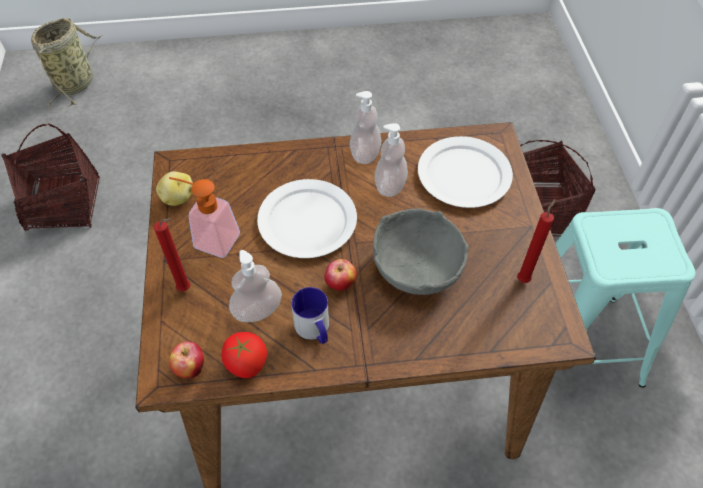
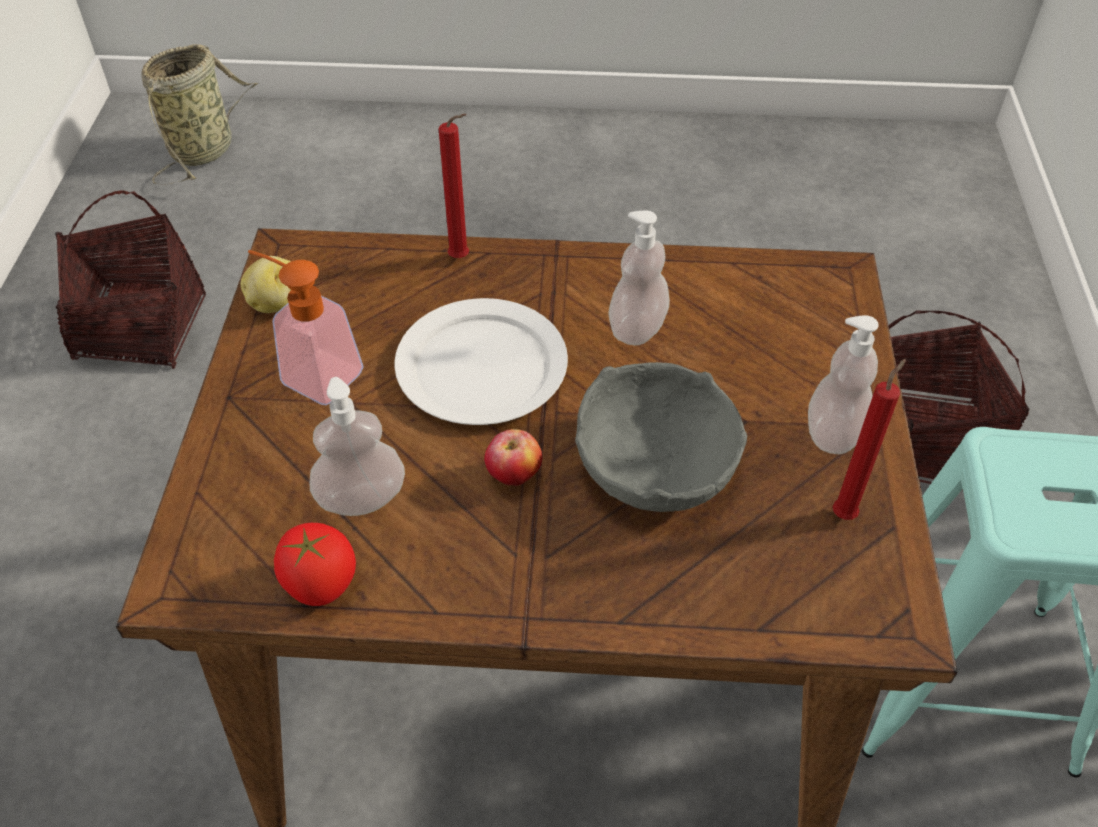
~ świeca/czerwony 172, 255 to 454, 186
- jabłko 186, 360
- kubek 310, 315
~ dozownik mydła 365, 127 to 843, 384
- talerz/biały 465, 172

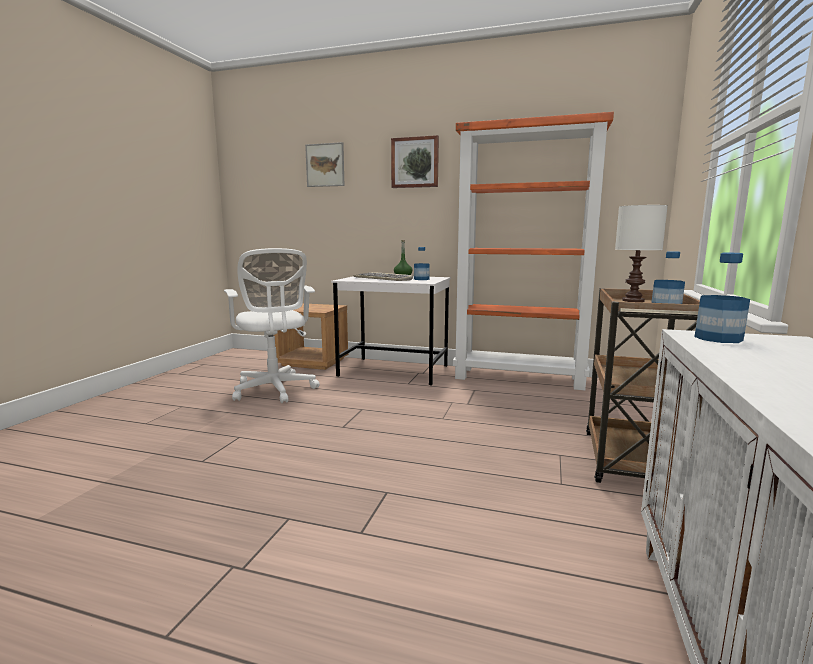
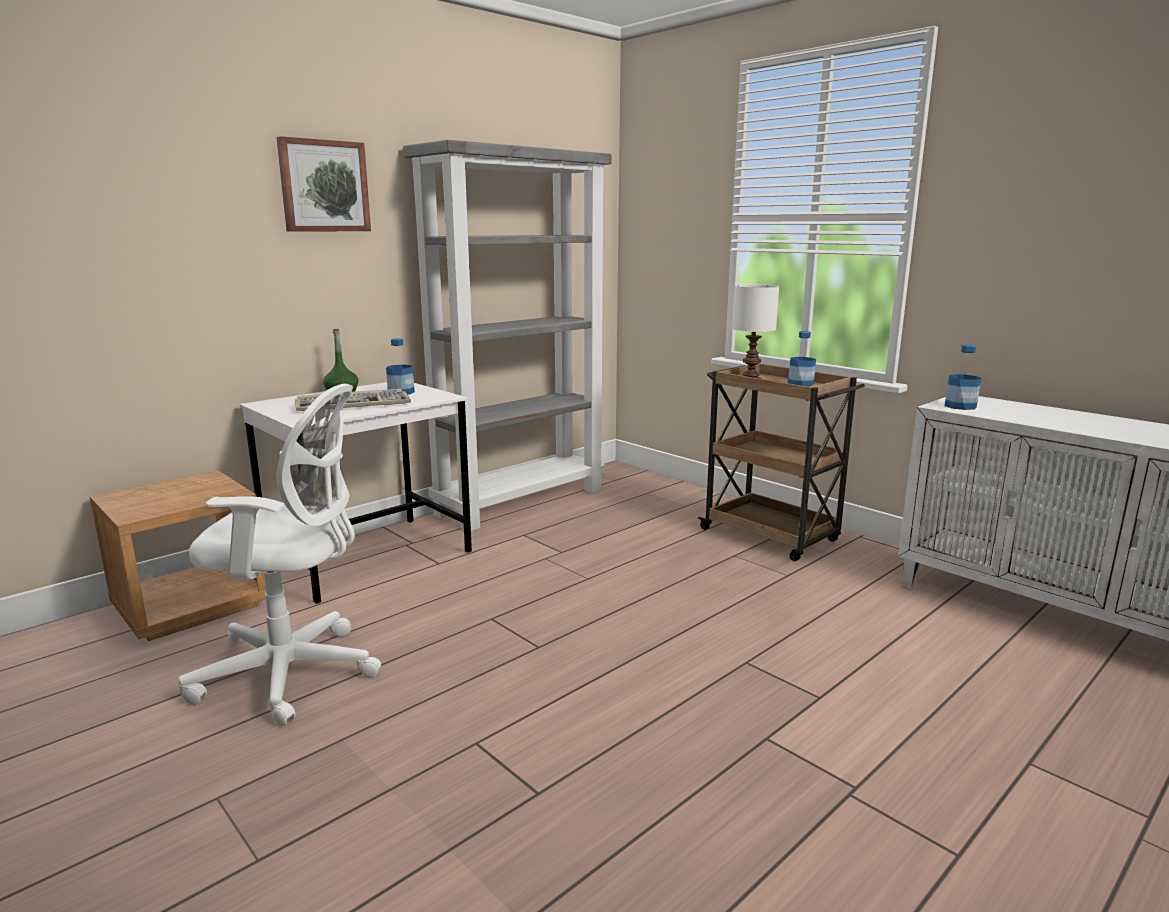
- obraz 325, 164
~ regał/pomarańczowy 533, 251 to regał/szary 507, 335

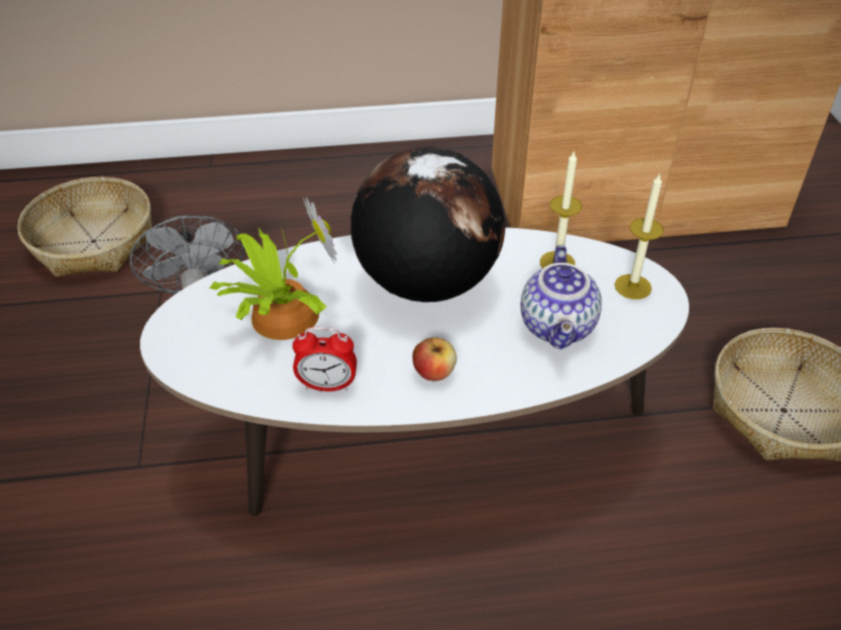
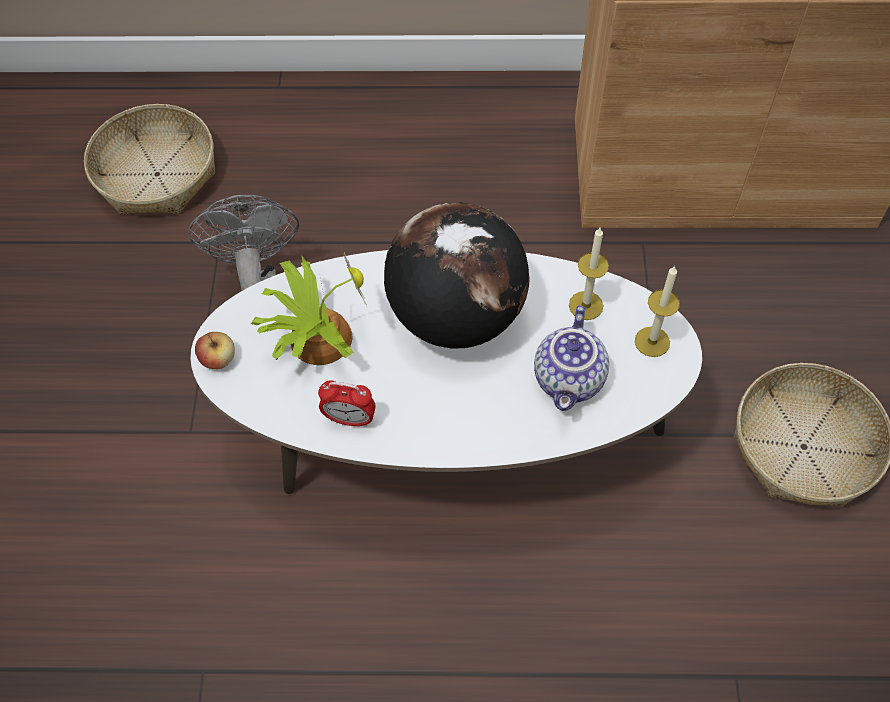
~ jabłko 434, 359 to 215, 350

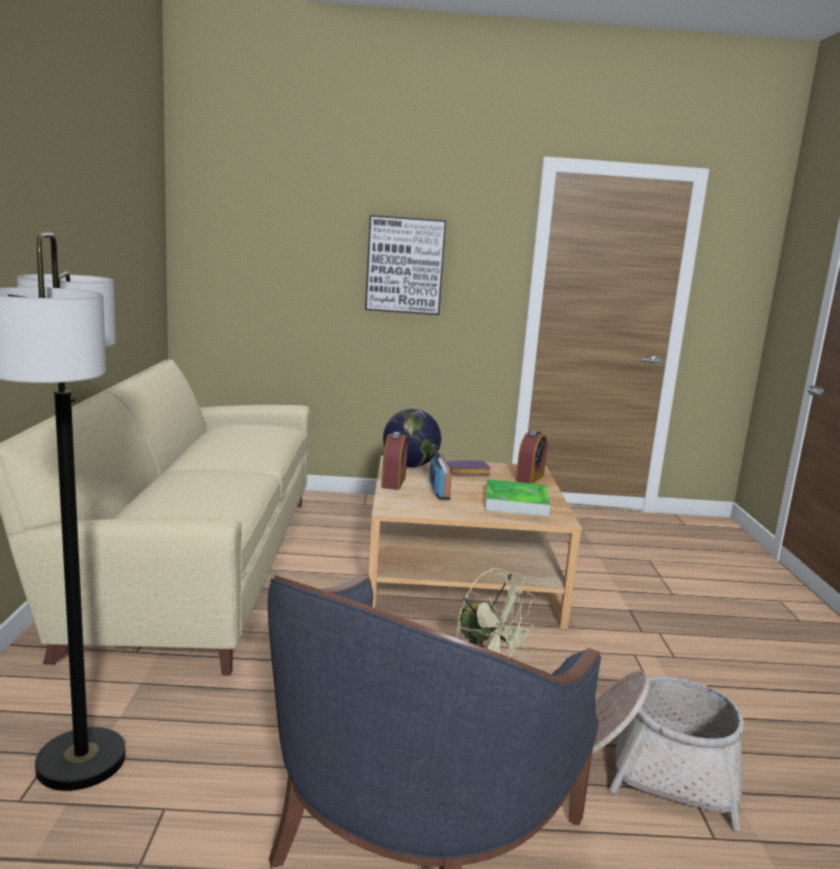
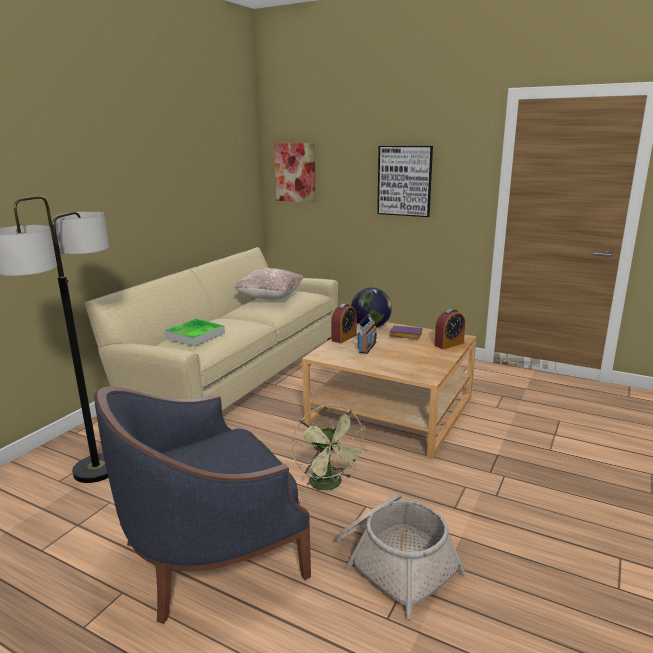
~ taca 517, 498 to 194, 332
+ poduszka/beżowy 268, 284
+ obraz 295, 173

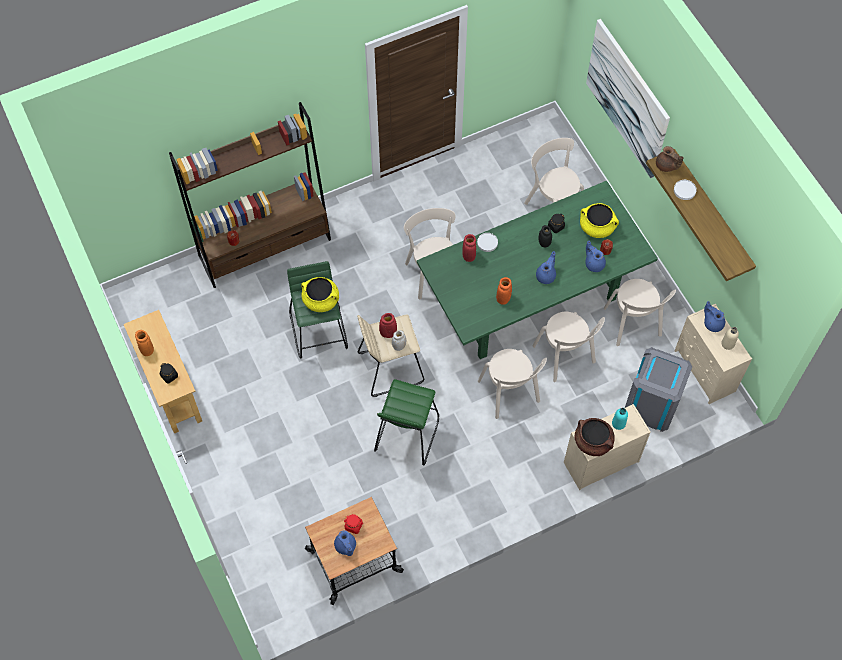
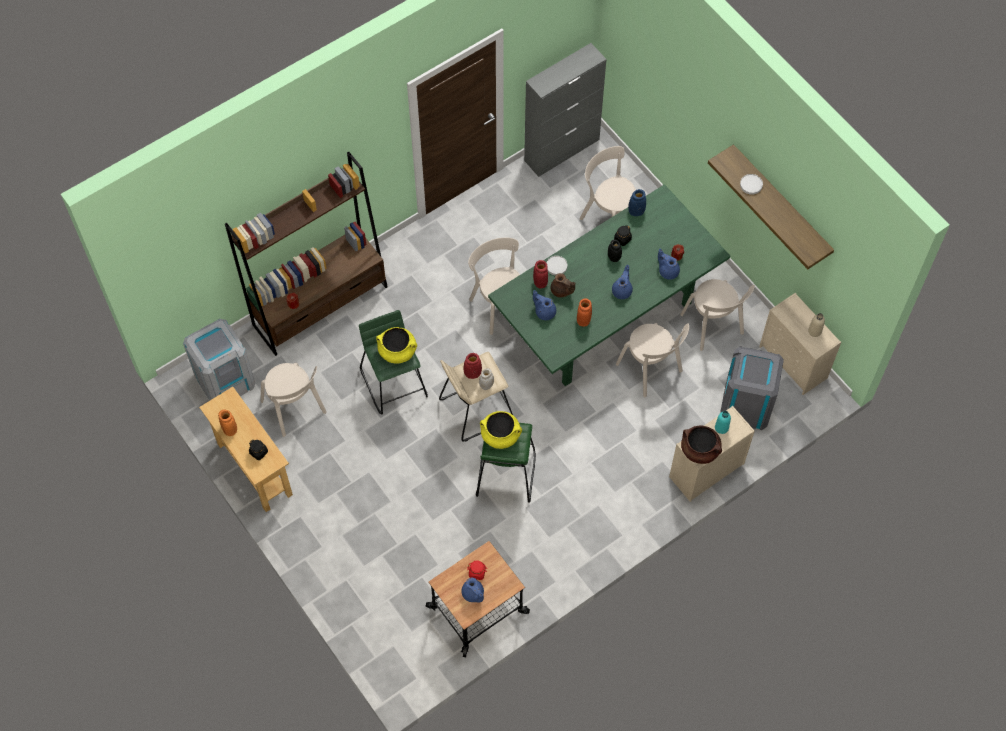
~ krzesło/beżowy 512, 384 to 294, 399
~ garnek/żółty 599, 220 to 501, 430
- obraz 628, 98
~ imbryk/brązowy 670, 159 to 563, 285
~ imbryk/niebieski 714, 316 to 544, 305
+ kosz na śmieci/szary 219, 359
+ szafka/szary 565, 110
+ wazon/niebieski 637, 202

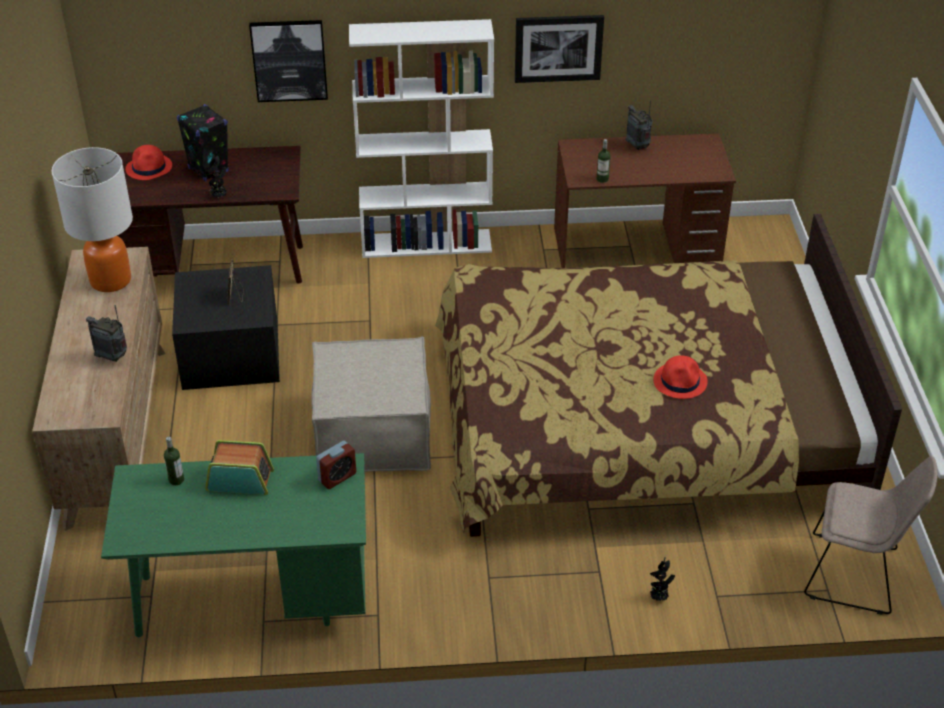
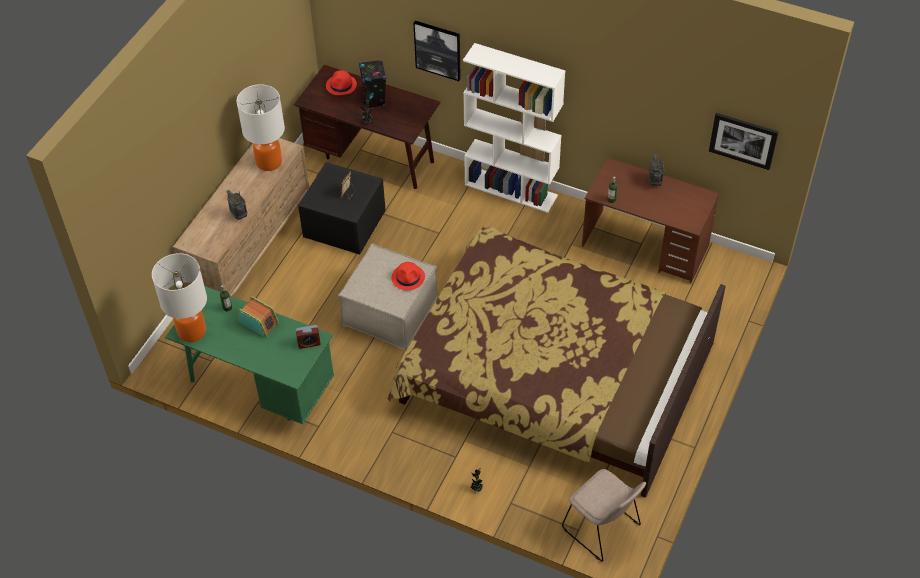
~ obraz 559, 49 to 743, 141
~ kapelusz/czerwony 681, 377 to 408, 276
+ lampa stołowa 179, 297

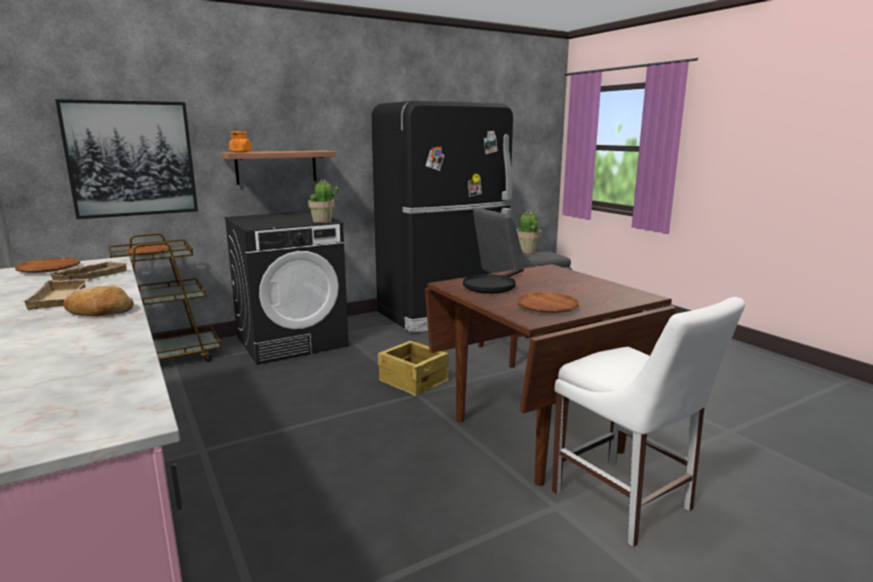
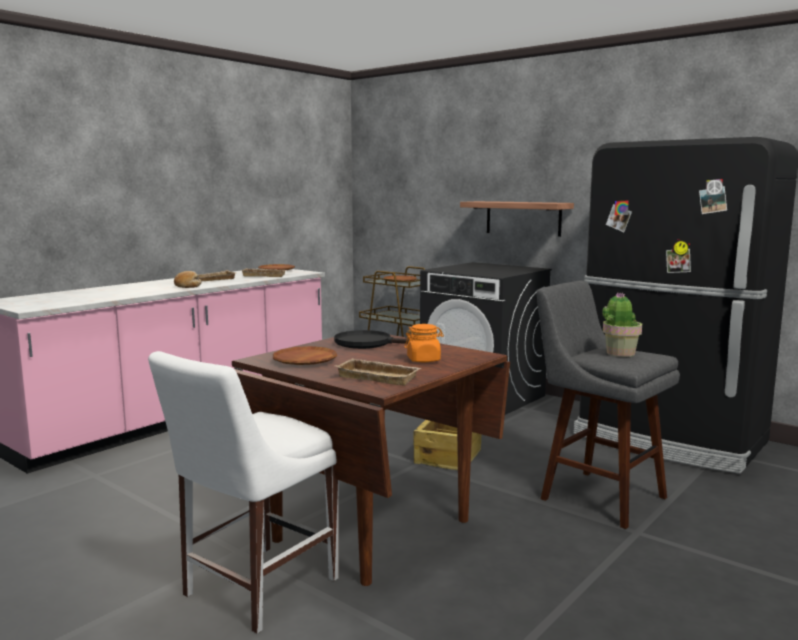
- obraz 126, 159
~ słoik/pomarańczowy 240, 142 to 424, 343
- roślina doniczkowa 323, 201
+ taca/beżowy 378, 371

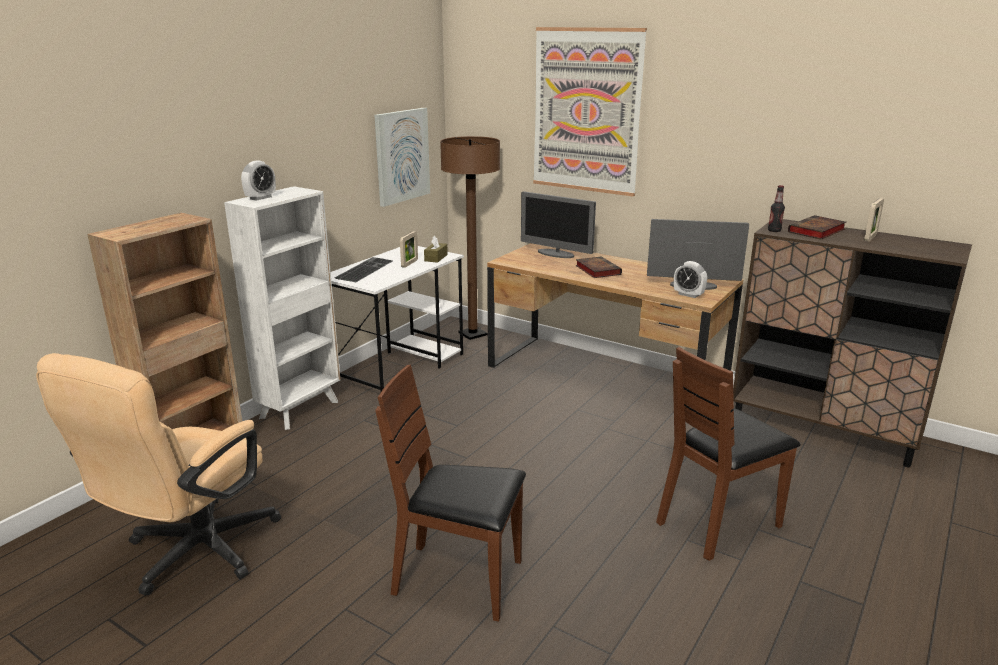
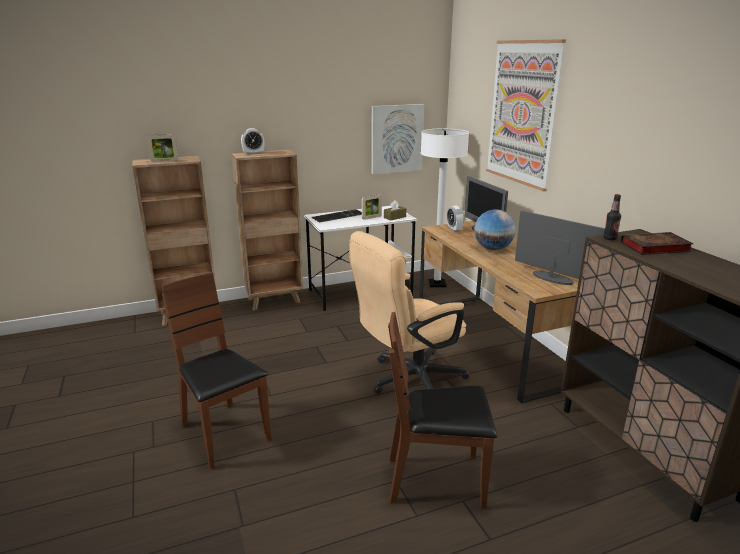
~ krzesło biurowe/beżowy 158, 474 to 409, 312
~ regał/biały 282, 308 to regał/brązowy 267, 230
~ lampa stojąca/brązowy 470, 238 to lampa stojąca/biały 445, 208
~ książka 599, 267 to globus 495, 229
~ budzik 690, 279 to 455, 218
~ ramka na zdjęcie 874, 220 to 162, 148

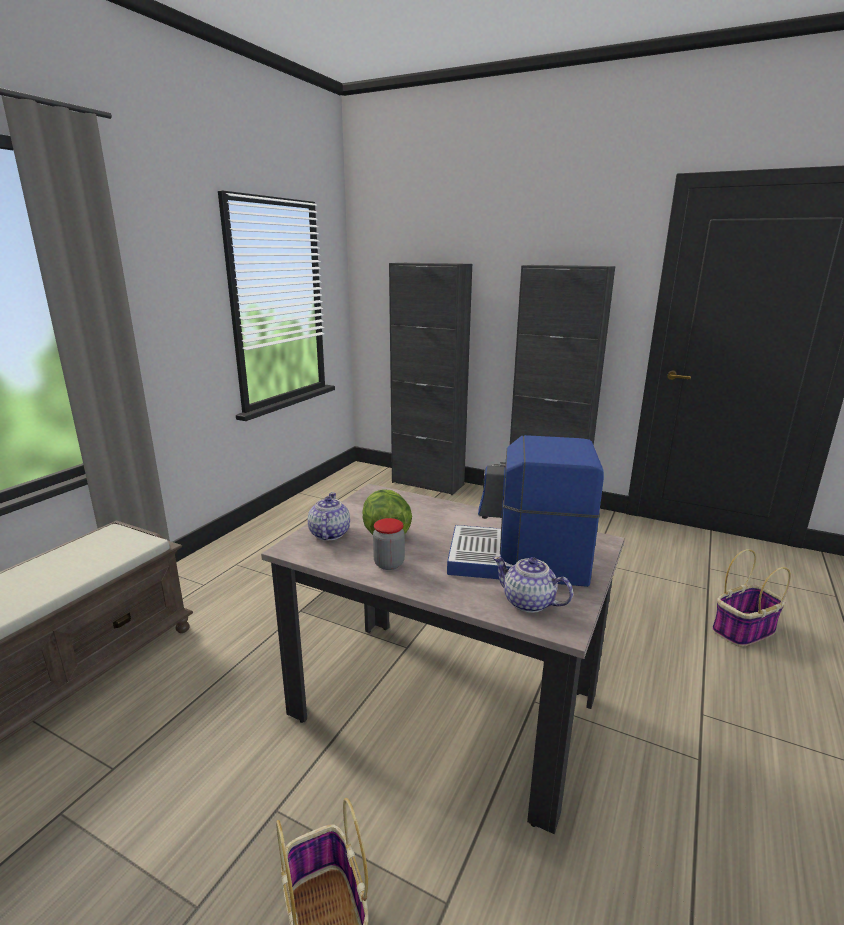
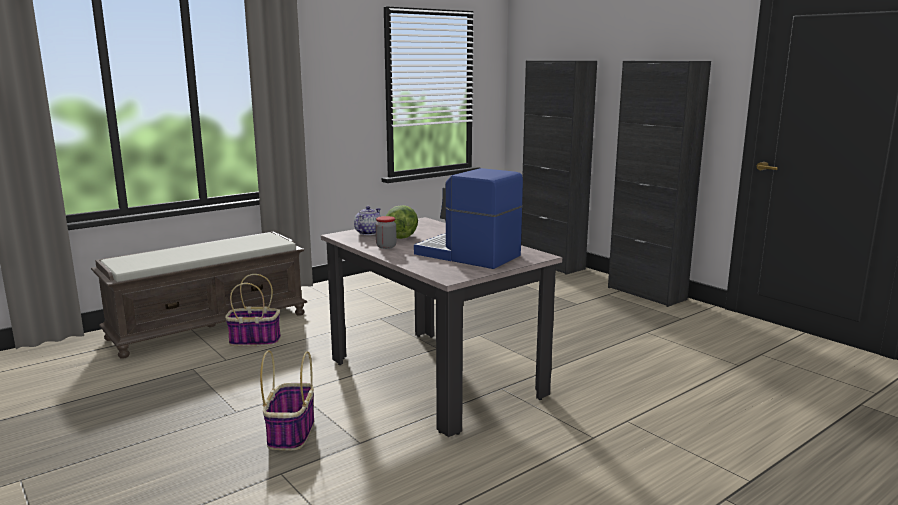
- imbryk 533, 584
~ koszyk 751, 598 to 253, 310

